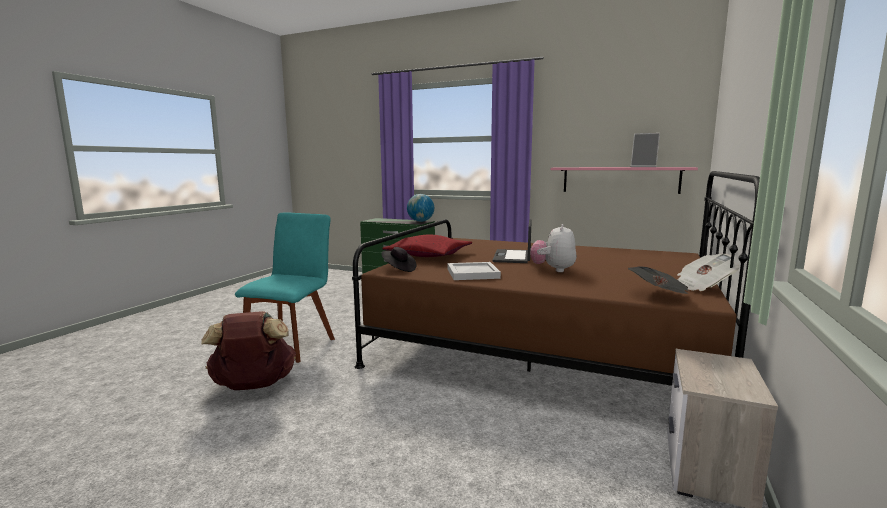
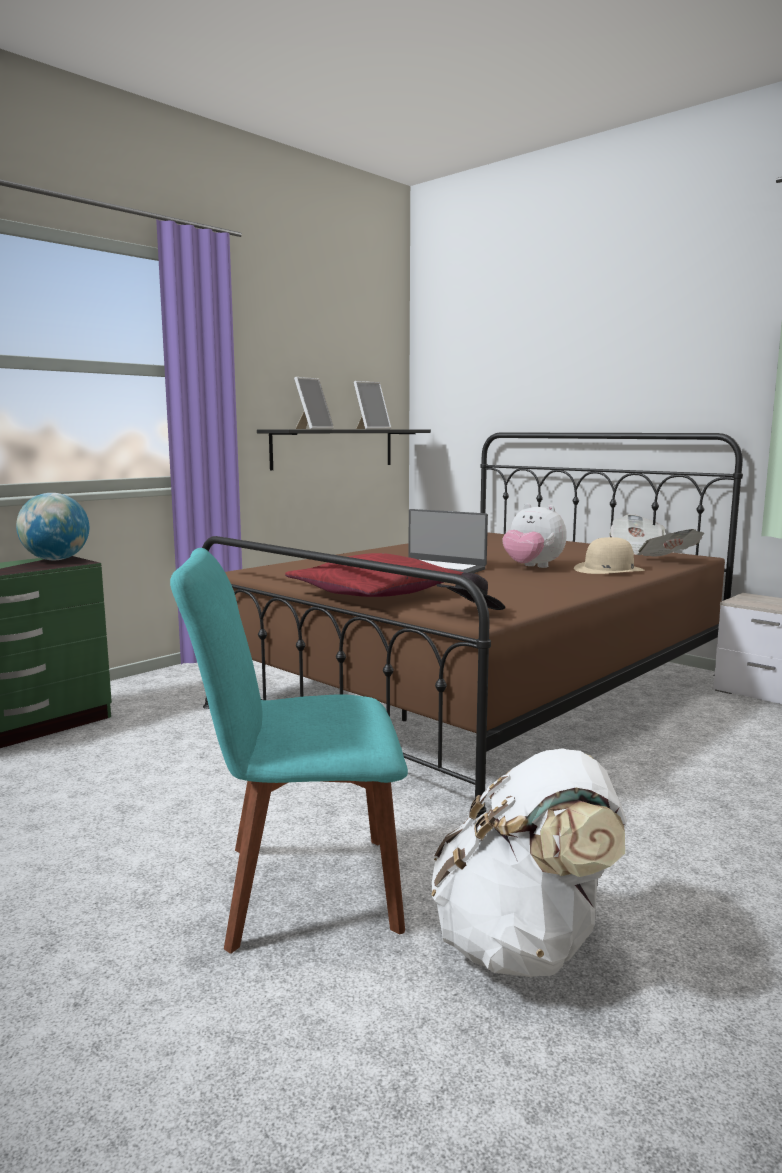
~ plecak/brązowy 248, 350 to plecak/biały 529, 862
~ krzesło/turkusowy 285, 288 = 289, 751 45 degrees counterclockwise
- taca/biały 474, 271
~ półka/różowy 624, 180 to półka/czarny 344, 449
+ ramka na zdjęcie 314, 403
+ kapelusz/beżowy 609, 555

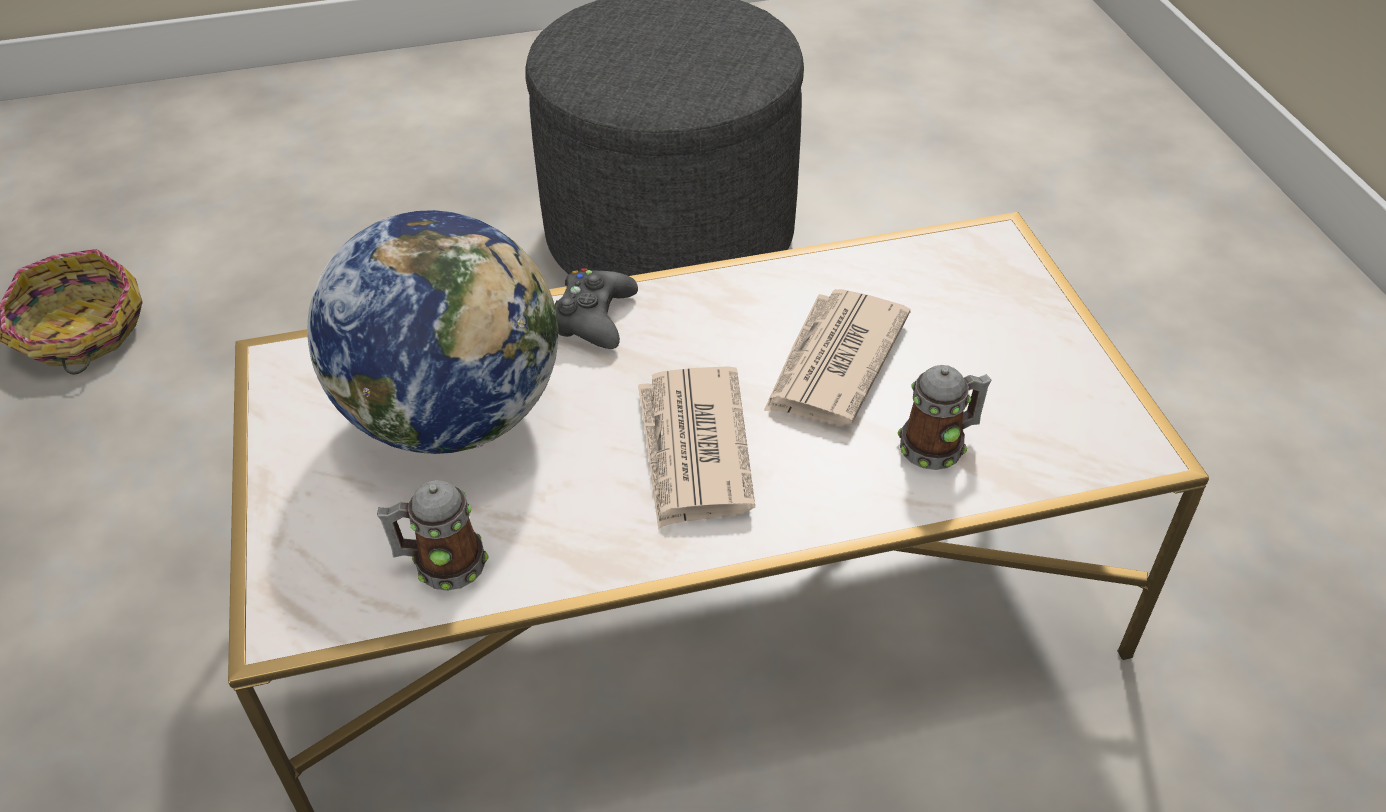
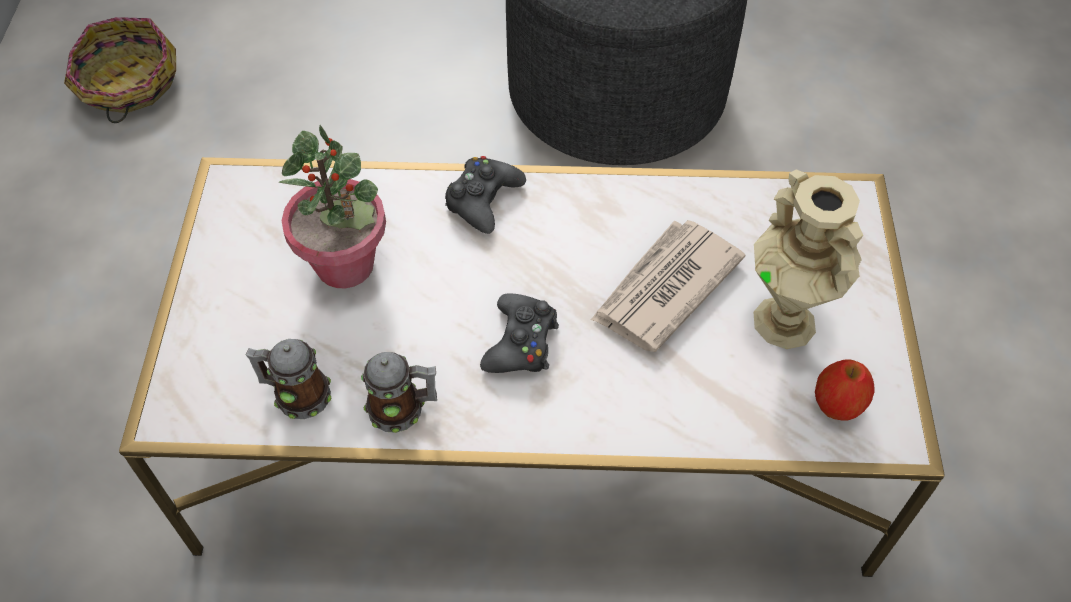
~ globus 432, 332 to roślina doniczkowa 332, 206
~ gazeta 696, 447 to pad do gier/czarny 519, 333
~ kubek 944, 417 to 399, 392
+ wazon/beżowy 808, 259
+ jabłko 845, 389

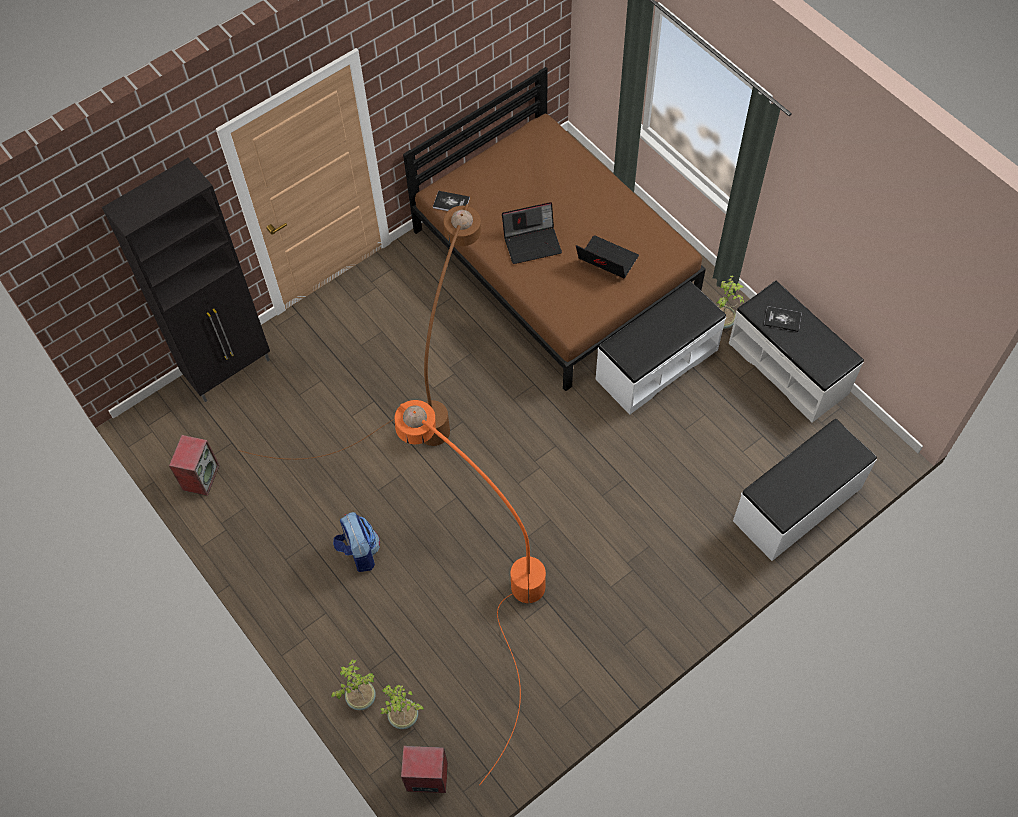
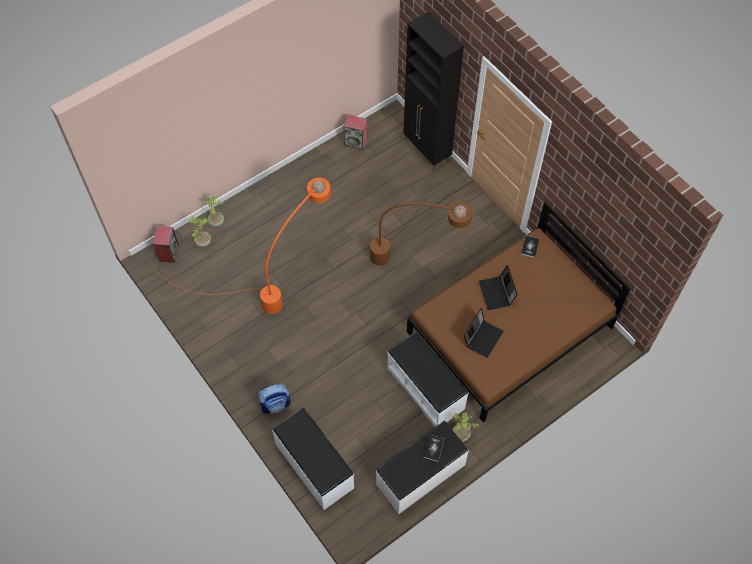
~ plecak 356, 542 to 274, 399

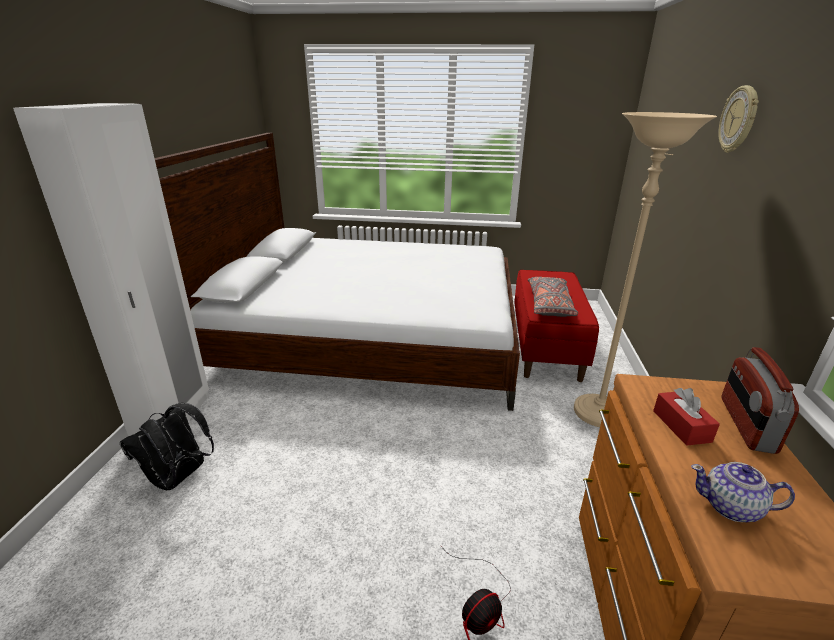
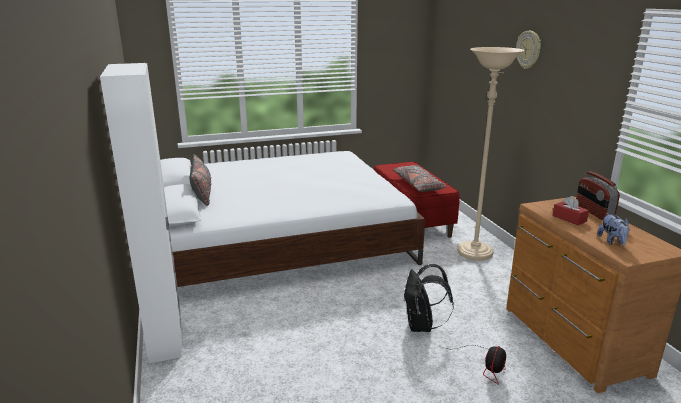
~ plecak/czarny 167, 446 to 429, 298
~ imbryk 743, 492 to pluszak 613, 229
+ poduszka/szary 201, 180

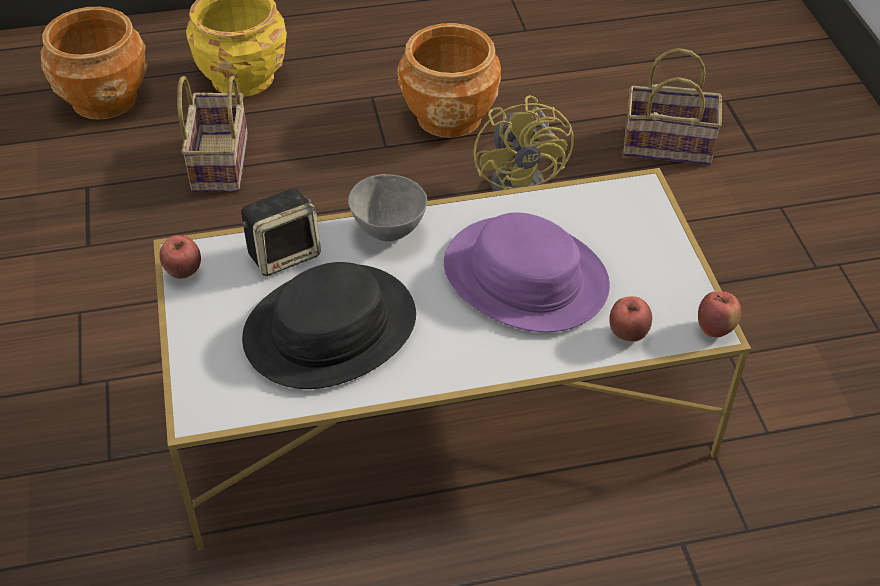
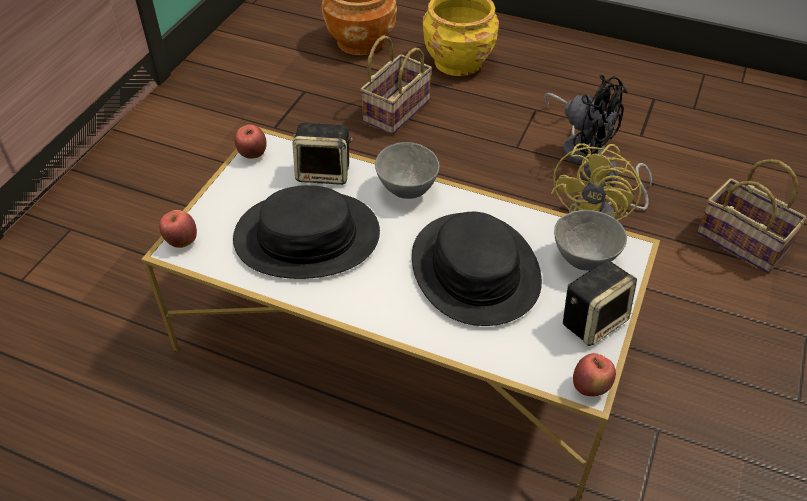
~ donica/brązowy 449, 80 to wentylator/czarny 585, 120
~ kapelusz/fioletowy 527, 272 to kapelusz/czarny 477, 269
~ jabłko 630, 319 to 178, 229
+ miska/szary 590, 240
+ głośnik 600, 303

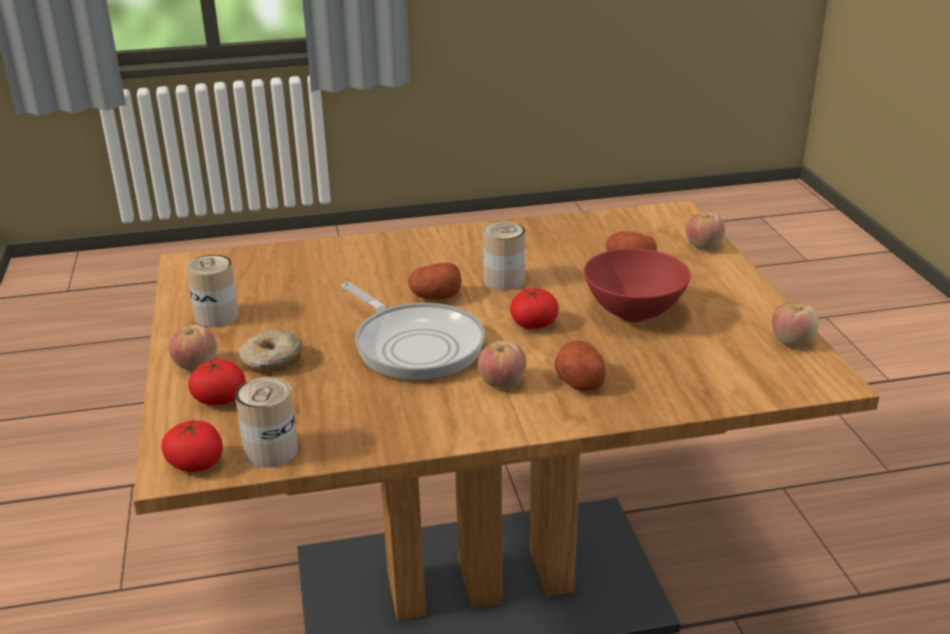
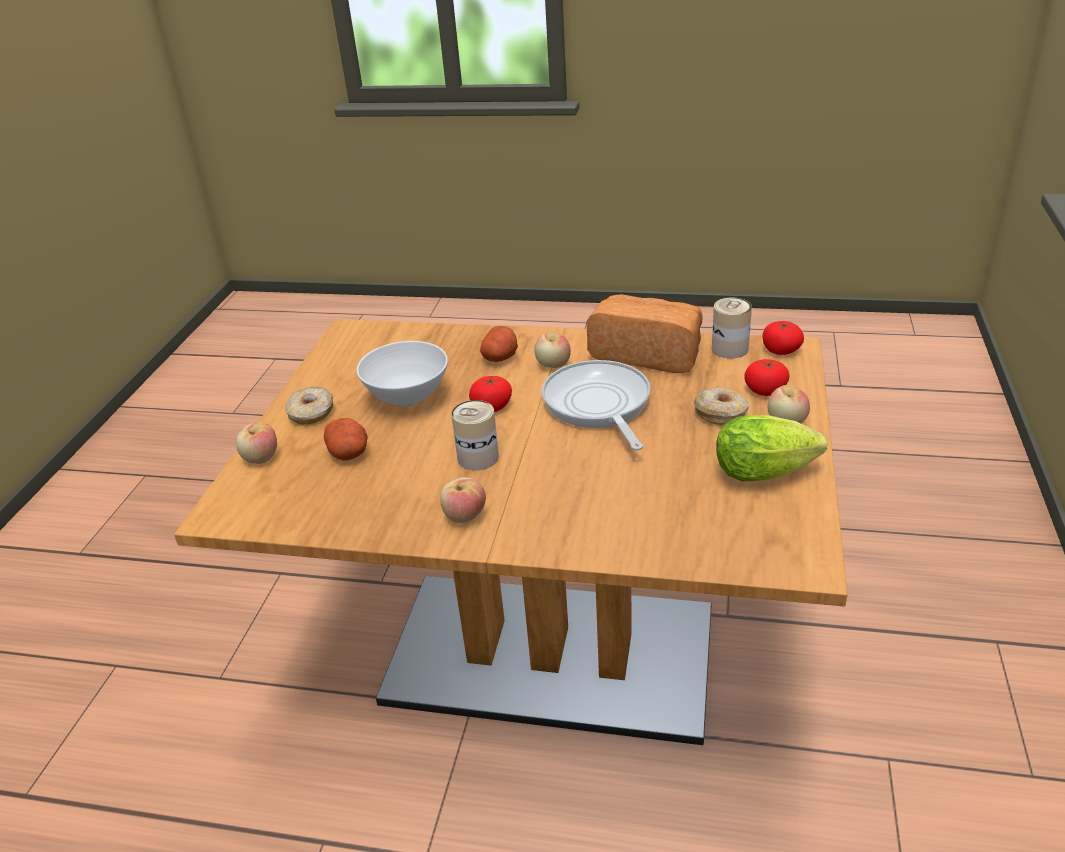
~ puszka 212, 291 to sałata 771, 448
- ziemniak 434, 281
~ miska/czerwony 637, 285 to miska/biały 402, 374
~ jabłko 795, 324 to 463, 500
+ donut 308, 406
+ chleb 644, 333

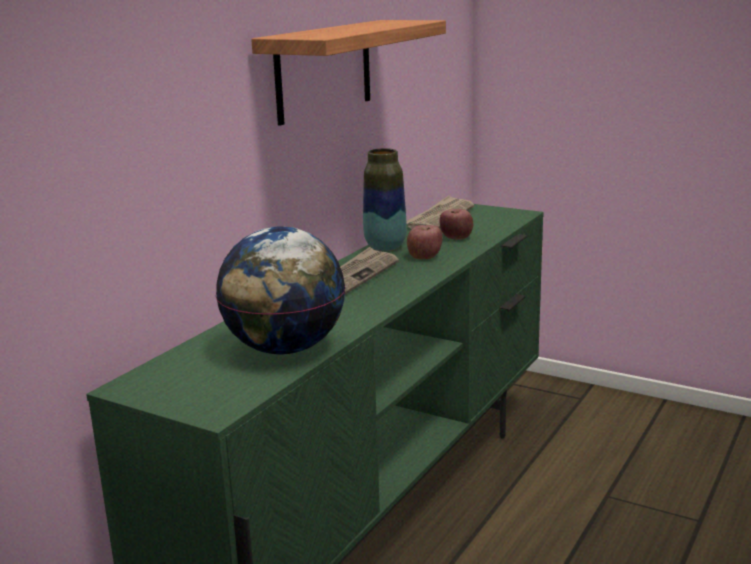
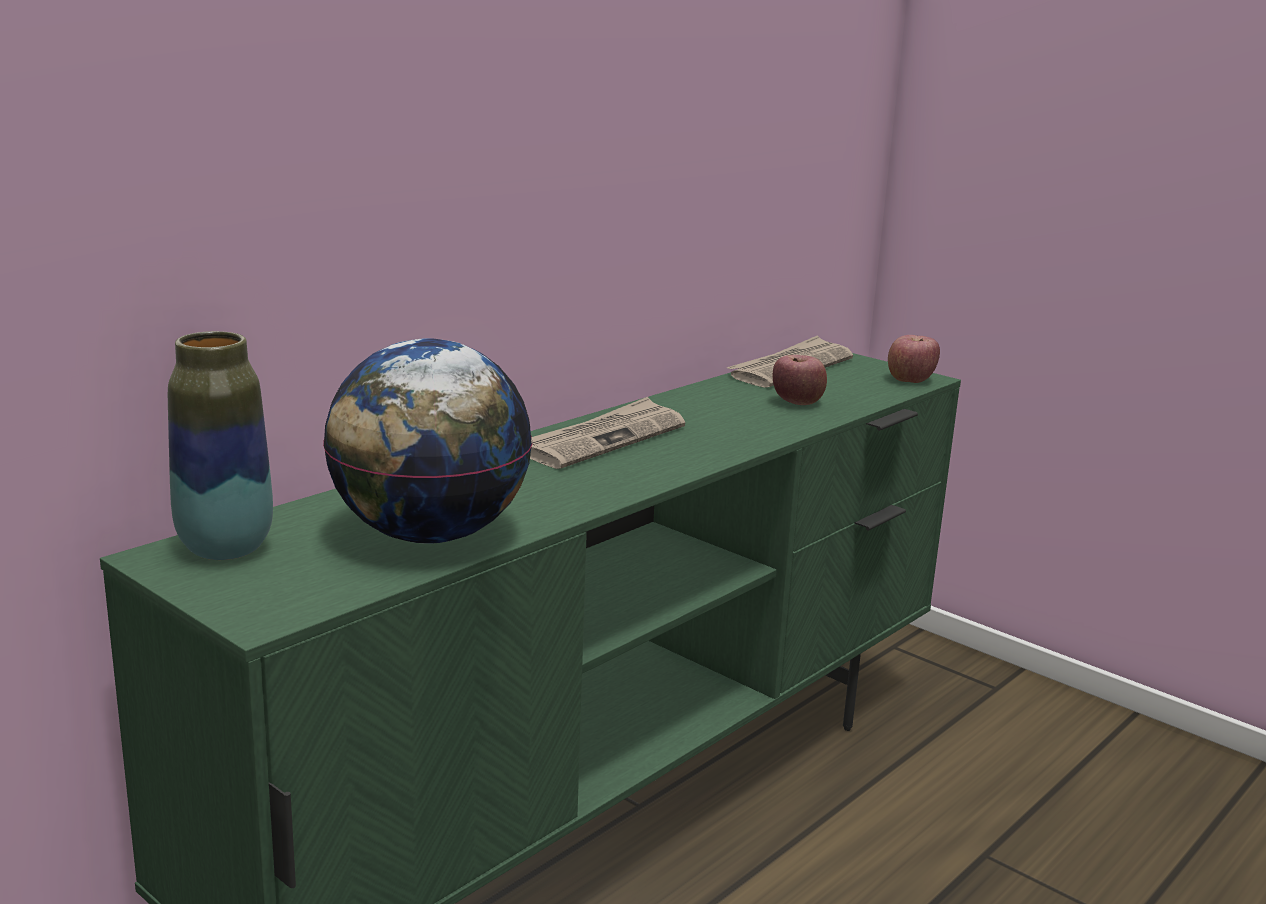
- półka 348, 73
~ wazon 385, 199 to 220, 445
~ jabłko 424, 242 to 914, 359

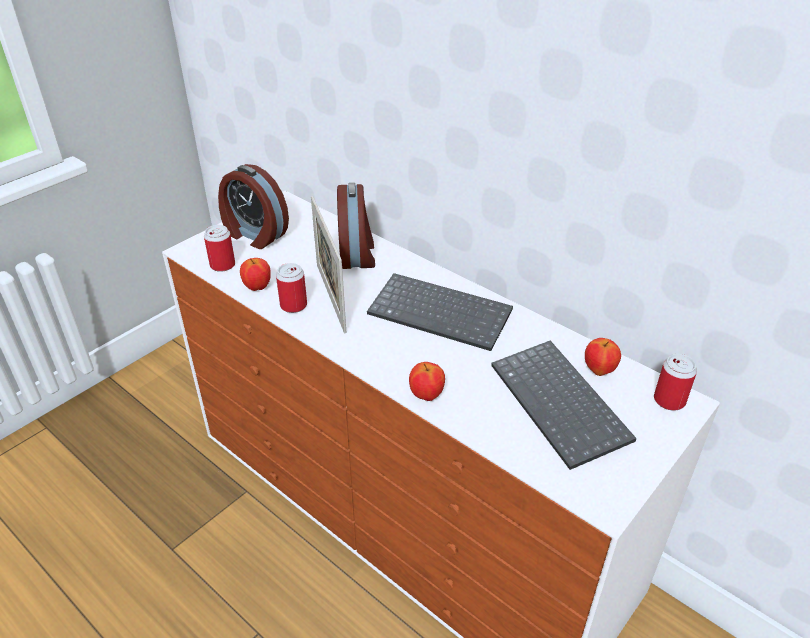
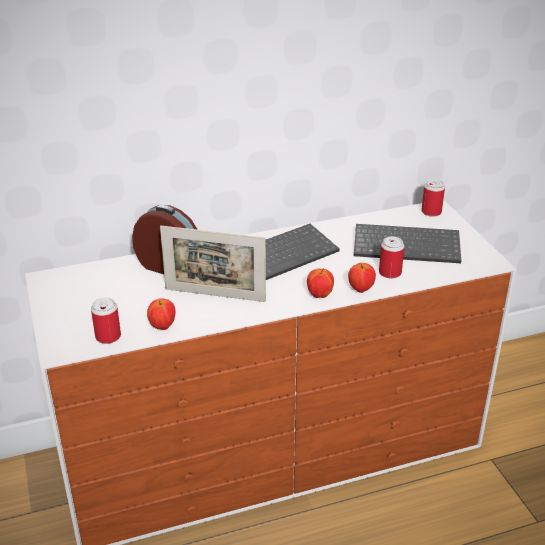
- budzik 253, 206
~ puszka 291, 288 to 392, 257
~ jabłko 603, 357 to 320, 283

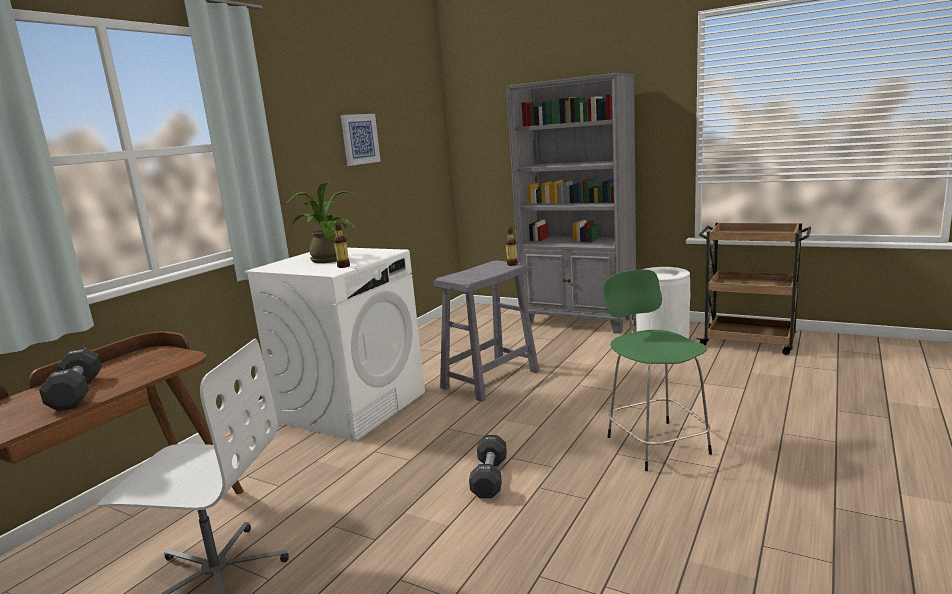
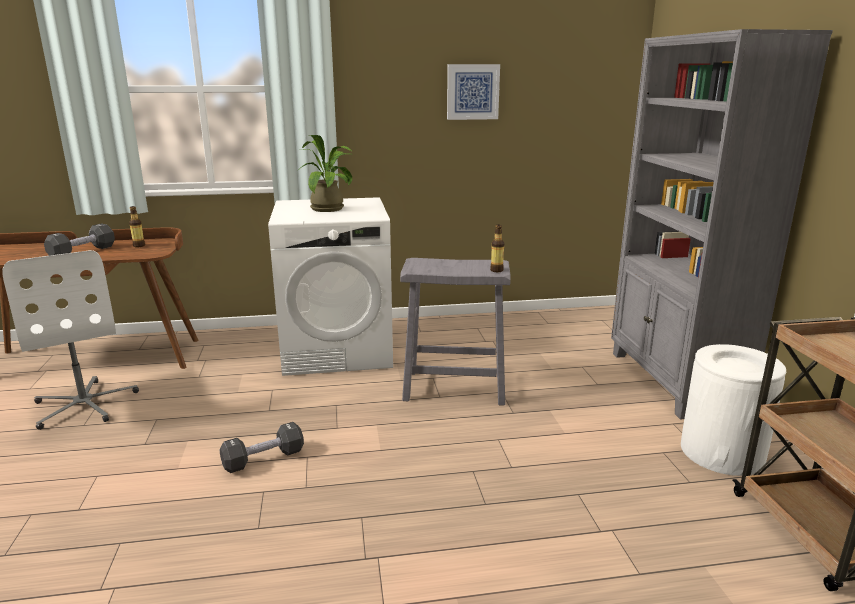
~ butelka 342, 245 to 137, 226
- stołek/zielony 657, 370

